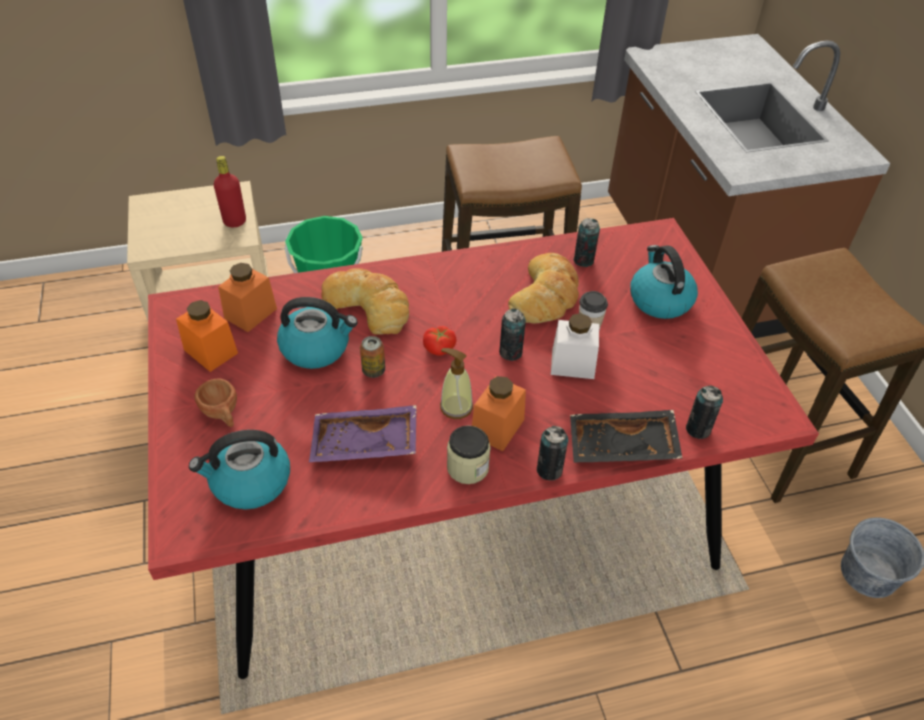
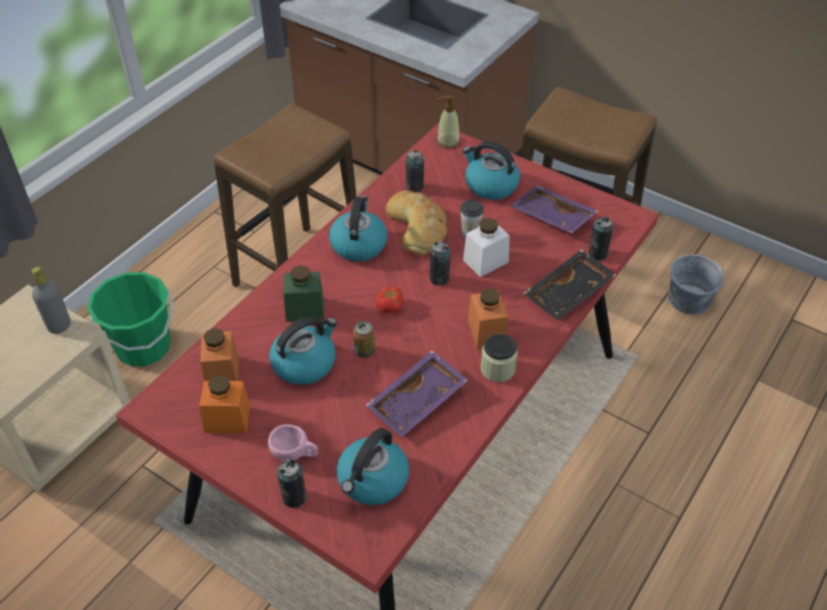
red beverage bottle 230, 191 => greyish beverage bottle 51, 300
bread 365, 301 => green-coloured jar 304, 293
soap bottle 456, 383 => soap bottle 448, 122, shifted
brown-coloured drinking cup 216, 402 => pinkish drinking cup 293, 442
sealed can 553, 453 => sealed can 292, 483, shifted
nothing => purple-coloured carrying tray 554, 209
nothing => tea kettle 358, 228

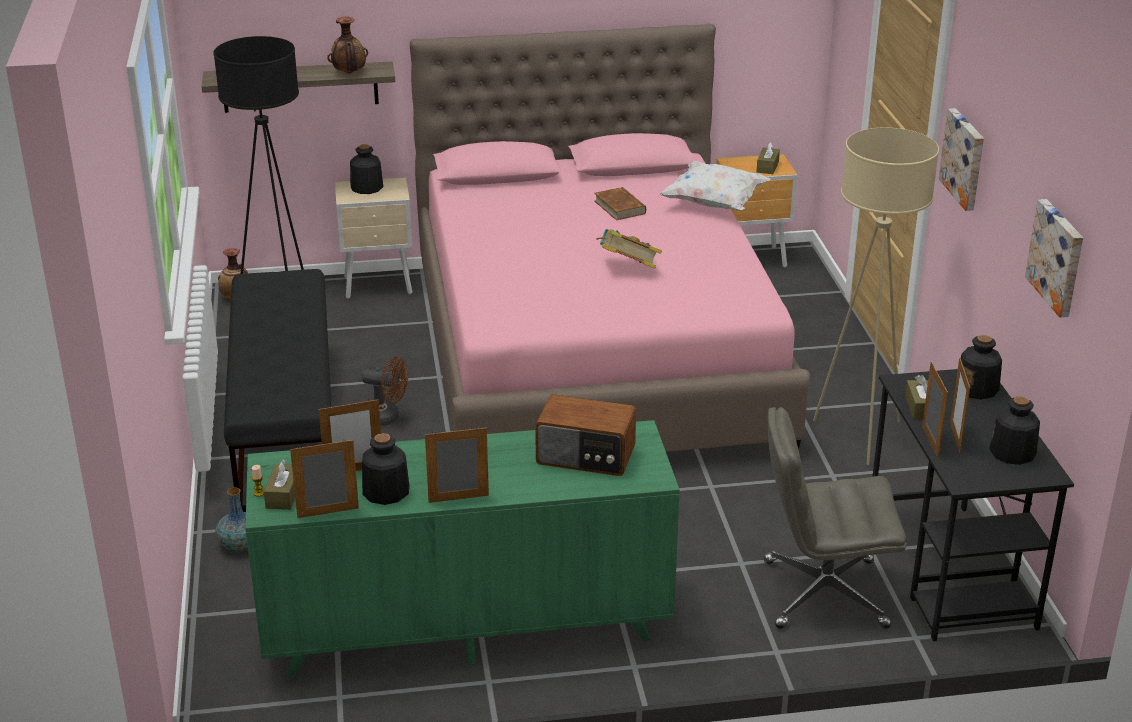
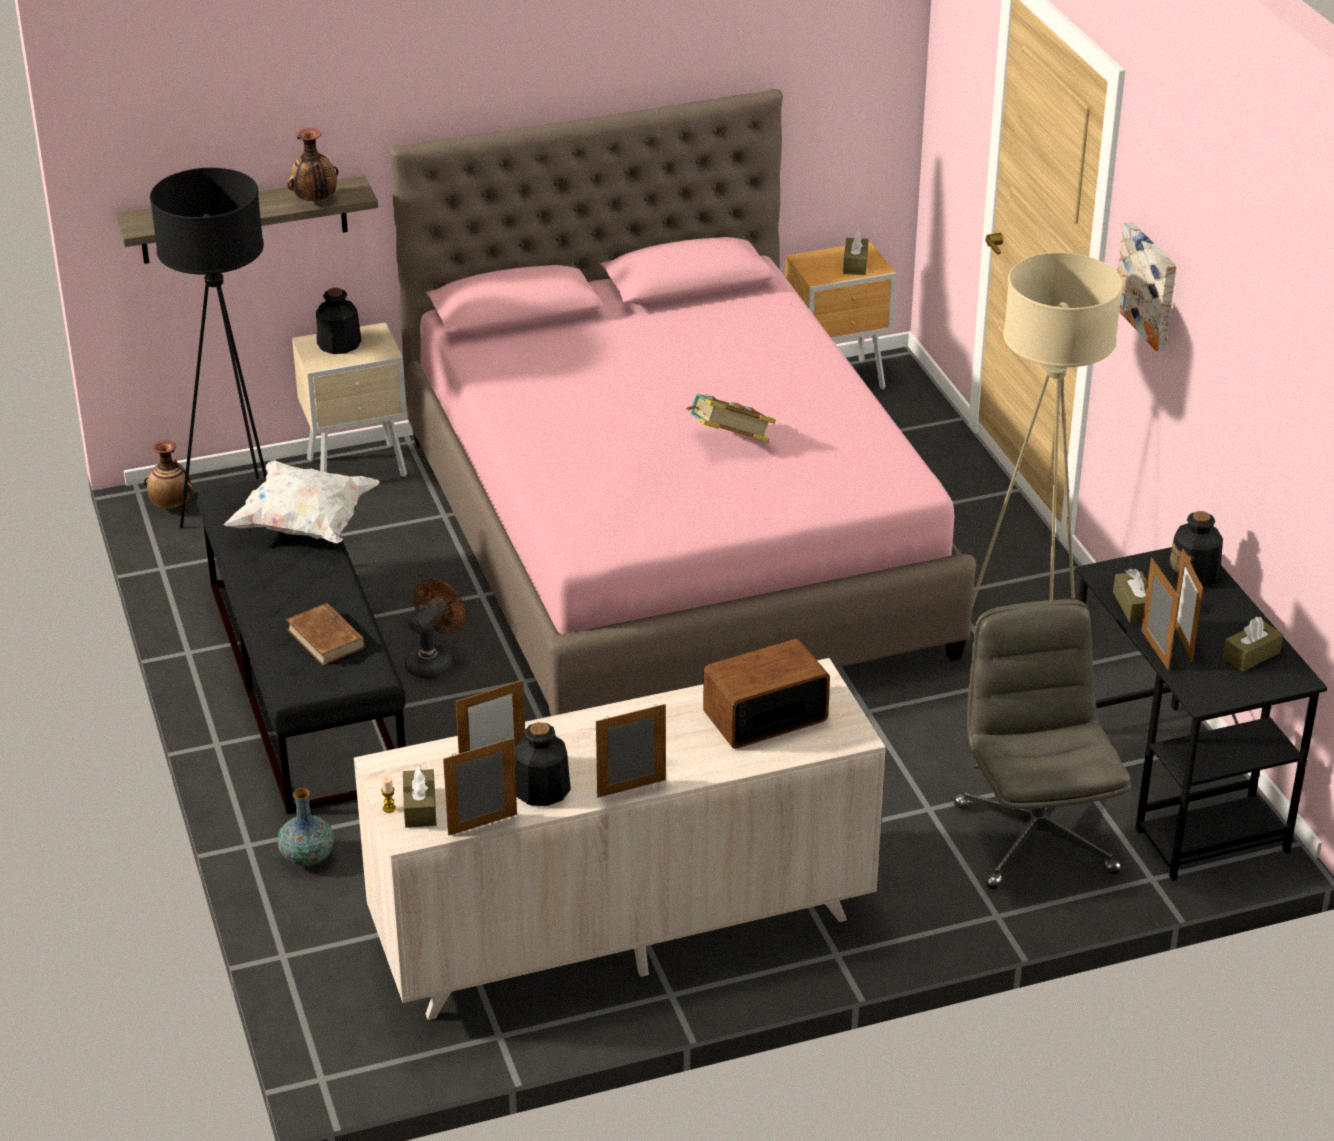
whitish pillow 714, 186 => whitish pillow 302, 502, shifted
brown-coloured book 620, 203 => brown-coloured book 325, 634, shifted
wall picture 1054, 258 => nothing
brown-coloured cooling fan 385, 391 => brown-coloured cooling fan 435, 628, 60 degrees counterclockwise
radio set 585, 435 => radio set 766, 694, 150 degrees clockwise
beverage bottle 1014, 430 => brown-coloured tissue box 1253, 644
greyish desk chair 835, 518 => greyish desk chair 1042, 744, 90 degrees clockwise
green-coloured dresser 462, 548 => sand-coloured dresser 620, 839

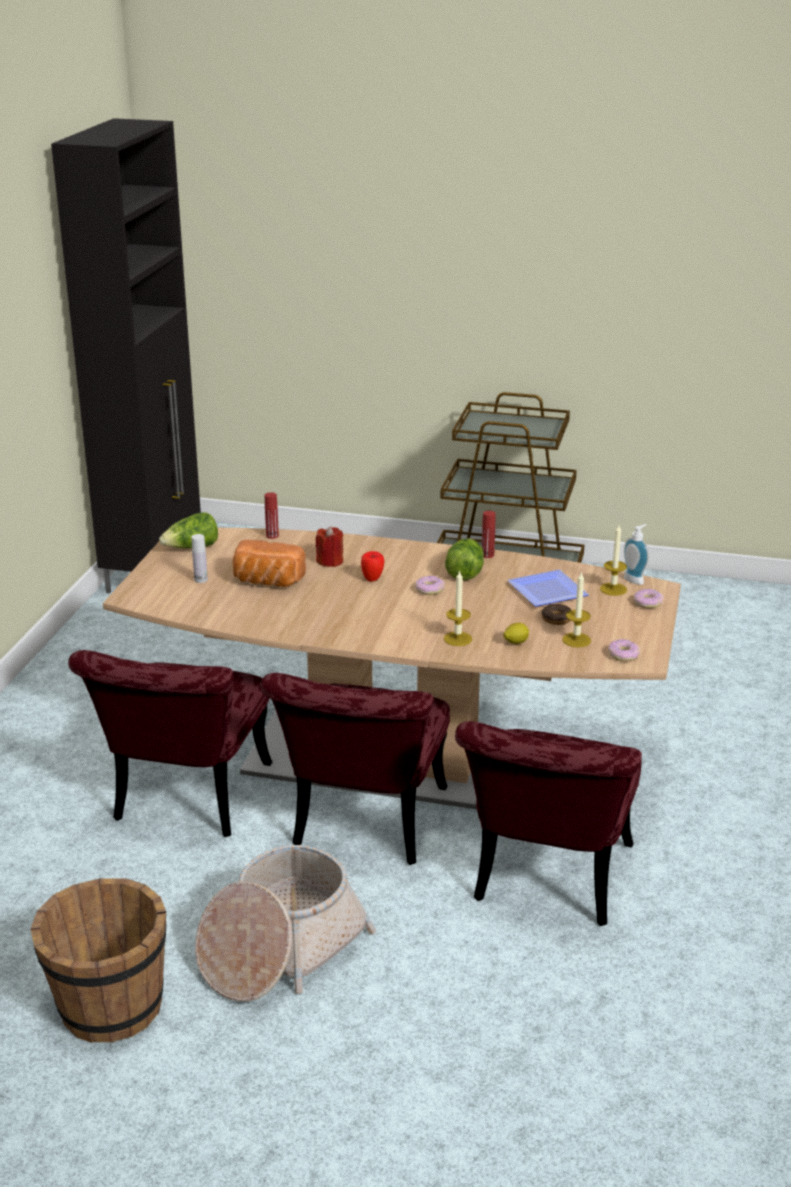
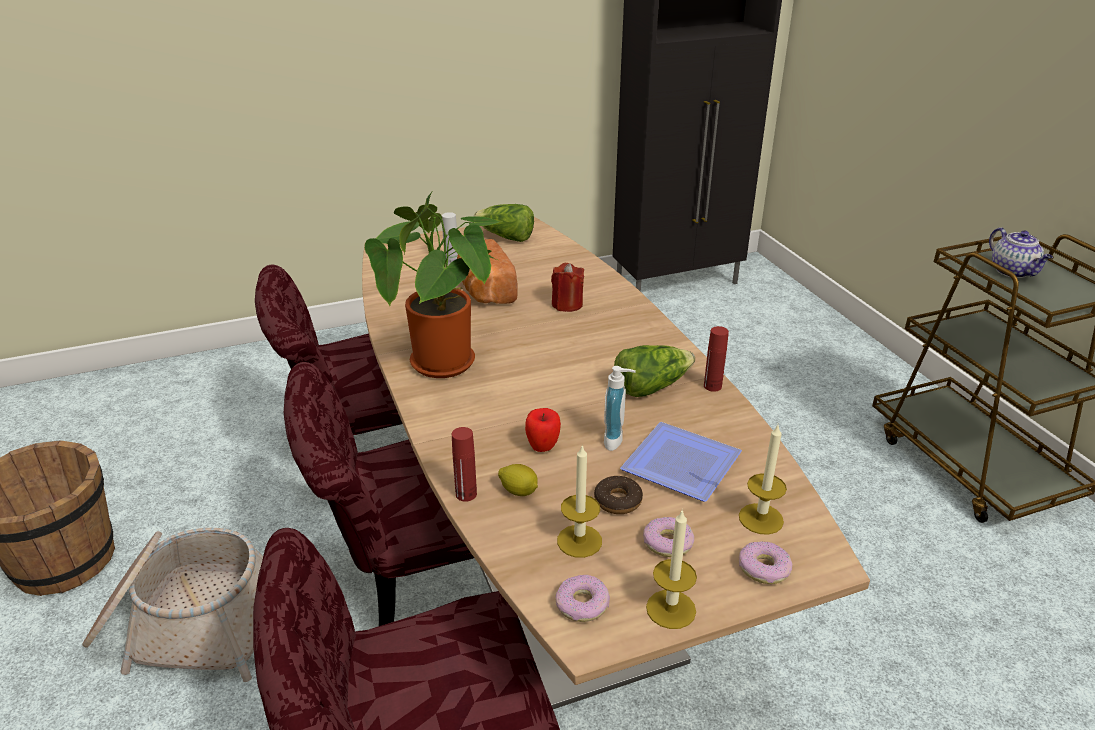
red beverage bottle 272, 515 => red beverage bottle 464, 464, shifted
soap bottle 636, 554 => soap bottle 620, 408, shifted
whole apple 372, 566 => whole apple 543, 430, shifted
candle 458, 608 => candle 671, 569, shifted
doughnut 430, 585 => doughnut 668, 537, shifted
nothing => plant in a pot 434, 284
nothing => teapot 1021, 252

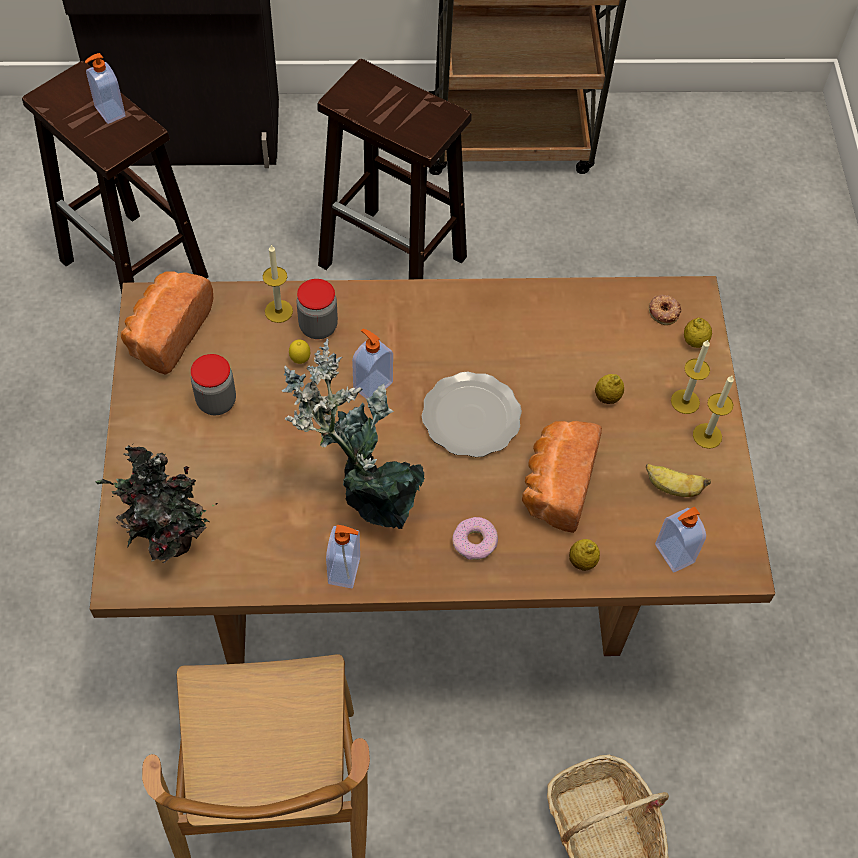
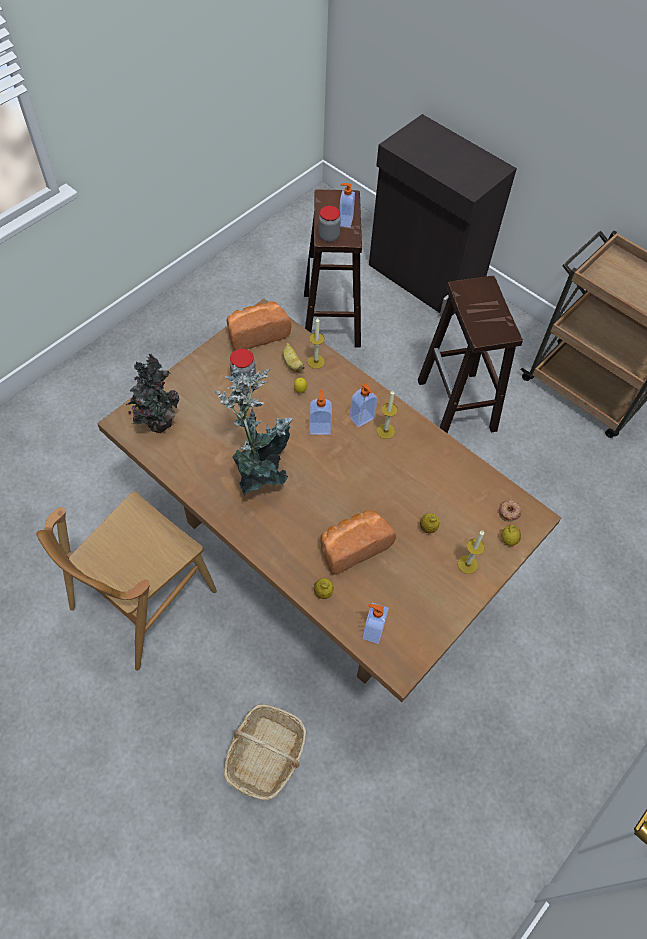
jar 317, 309 => jar 329, 224, shifted
dinner plate 471, 414 => nothing
candle 713, 412 => candle 387, 414, shifted
whole banana 678, 480 => whole banana 294, 357, shifted
doughnut 475, 538 => nothing
soap bottle 343, 556 => soap bottle 363, 405, shifted

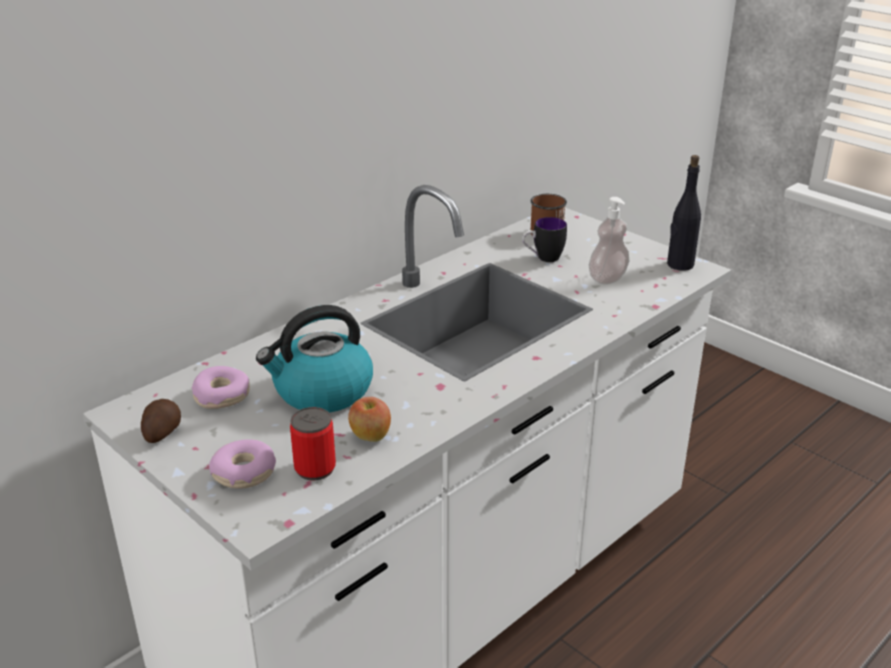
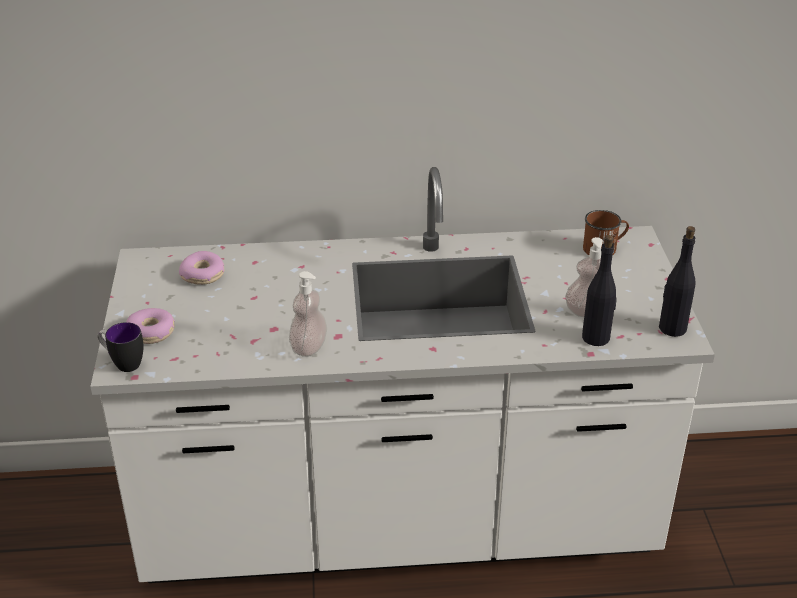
mug 544, 239 => mug 120, 347, shifted
tea kettle 314, 359 => nothing
whole apple 369, 419 => nothing
whole potato 161, 421 => nothing
sealed can 313, 443 => nothing
nothing => blackish beverage bottle 599, 290
nothing => soap bottle 308, 314

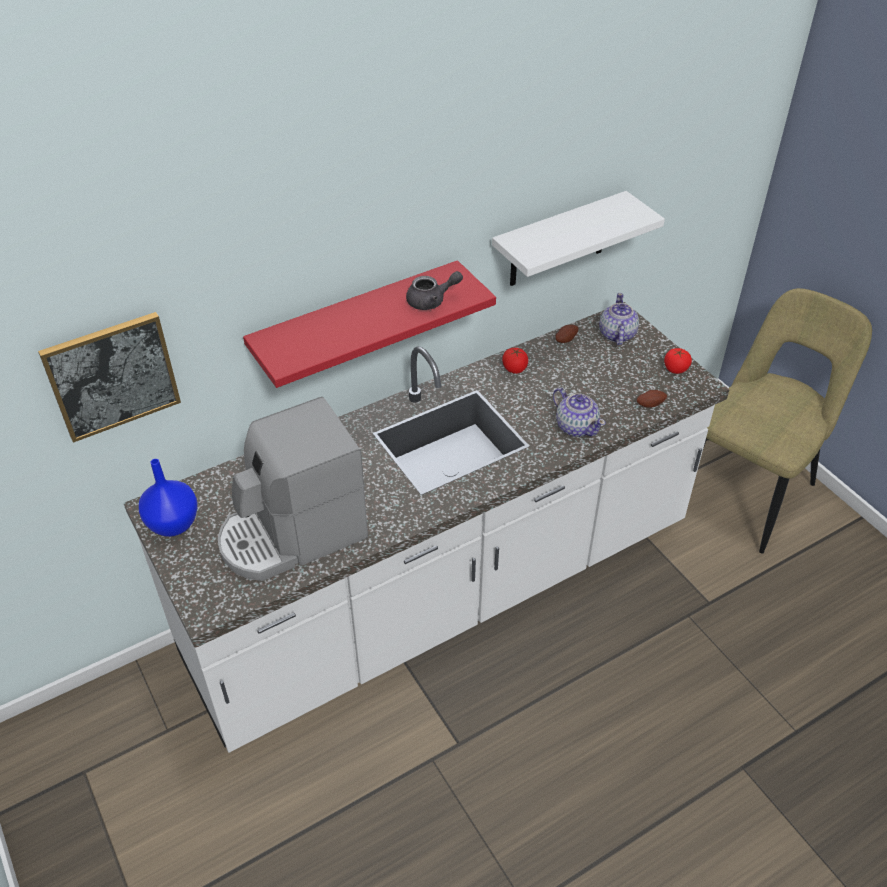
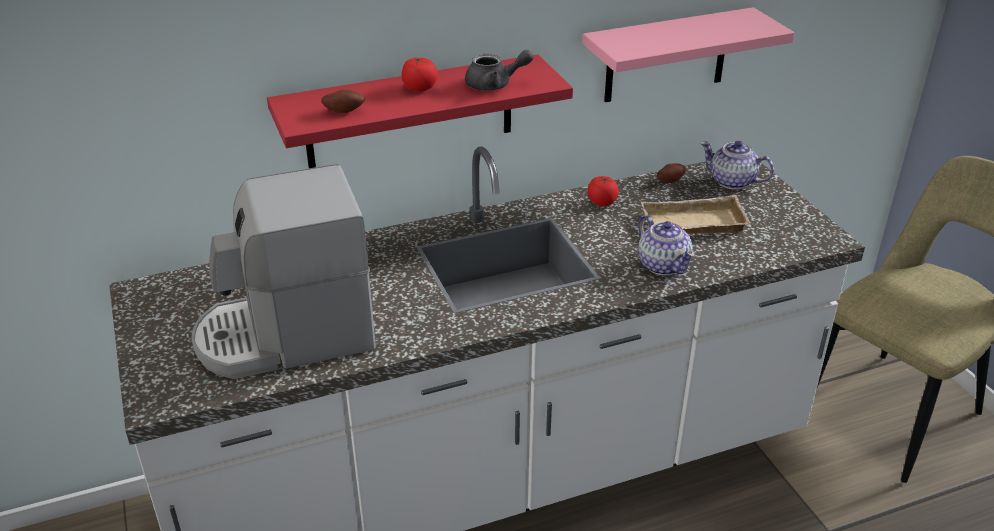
whitish wall shelf 578, 238 => pinkish wall shelf 688, 54
teapot 619, 319 => teapot 737, 165, 75 degrees counterclockwise
wall picture 109, 377 => nothing
whole tomato 678, 361 => whole tomato 420, 74, shifted
whole potato 652, 399 => whole potato 343, 101, shifted
bluish vase 168, 498 => nothing
nothing => sand-coloured carrying tray 695, 214

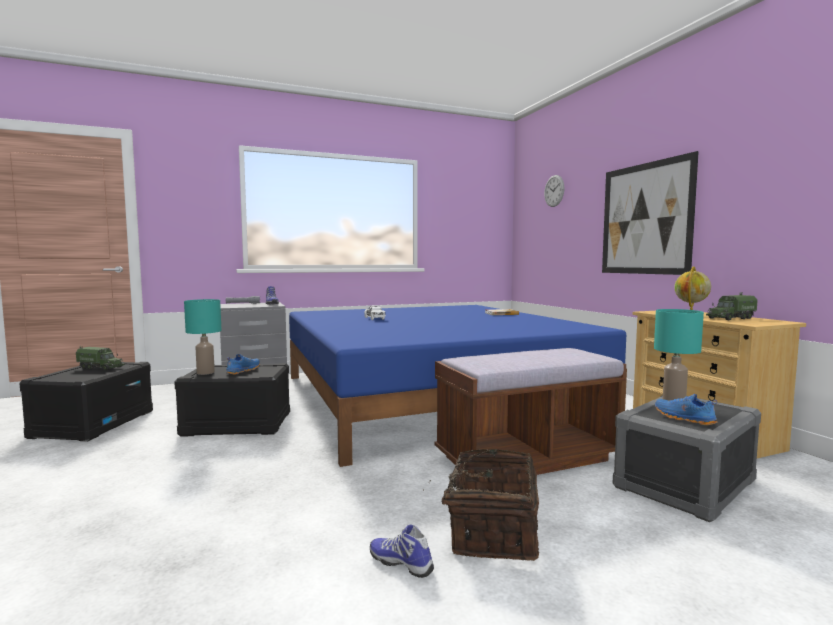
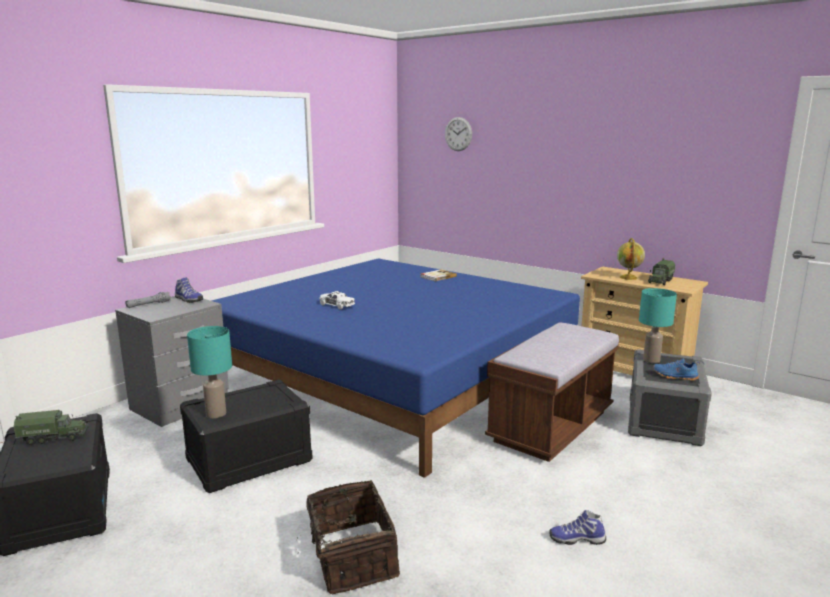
wall picture 650, 213 => nothing
bluish item of footwear 243, 364 => nothing
storage basket 481, 505 => storage basket 348, 537, shifted

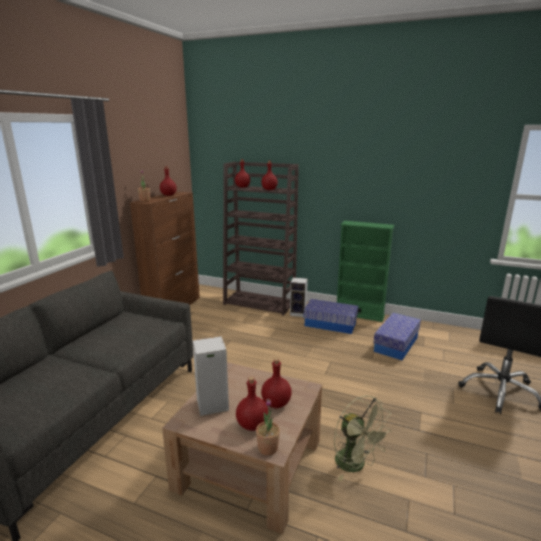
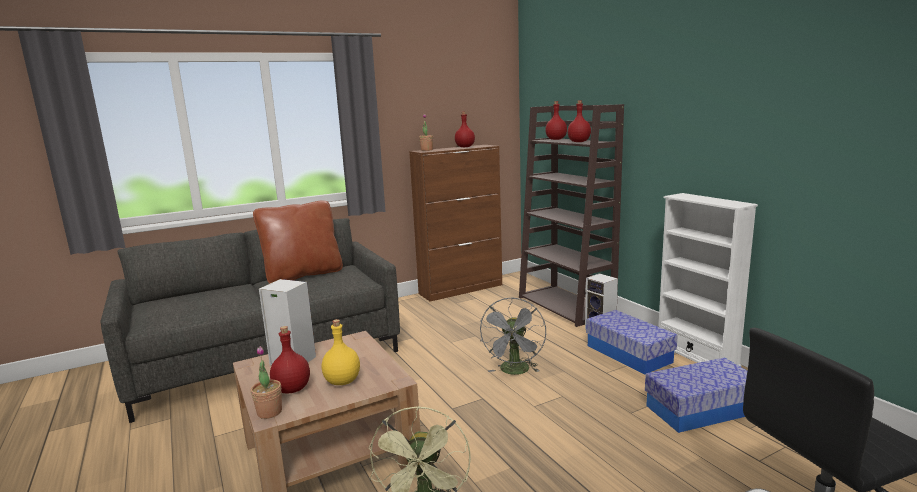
green-coloured bookcase 365, 271 => whitish bookcase 708, 280
red beverage bottle 276, 383 => yellow beverage bottle 341, 352
nothing => brown-coloured pillow 298, 242
nothing => greyish cooling fan 513, 336

